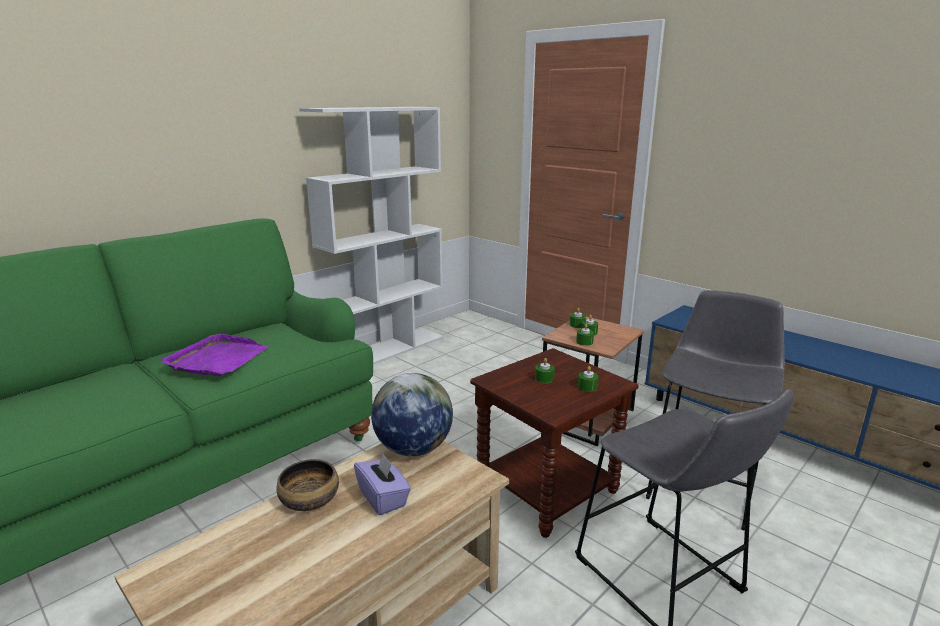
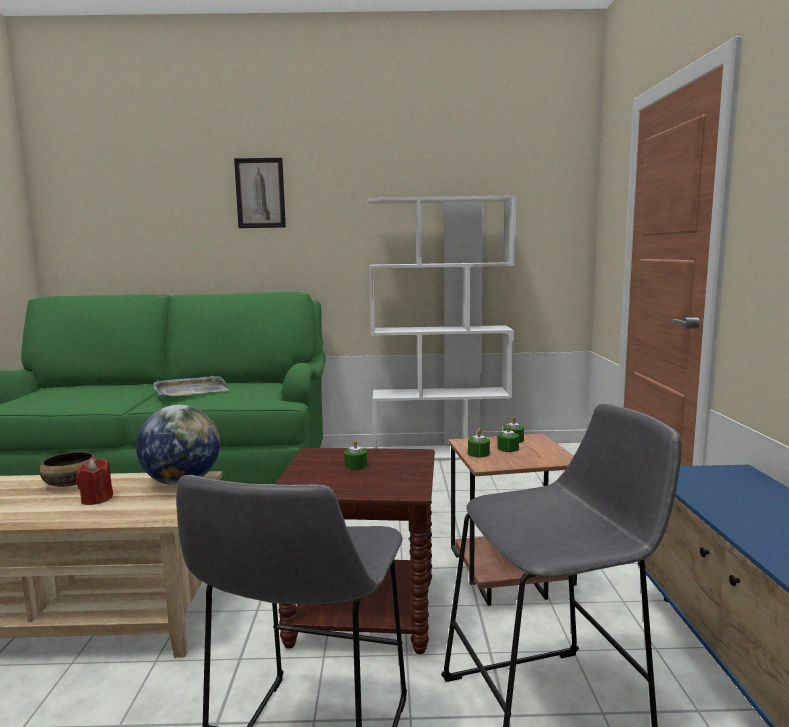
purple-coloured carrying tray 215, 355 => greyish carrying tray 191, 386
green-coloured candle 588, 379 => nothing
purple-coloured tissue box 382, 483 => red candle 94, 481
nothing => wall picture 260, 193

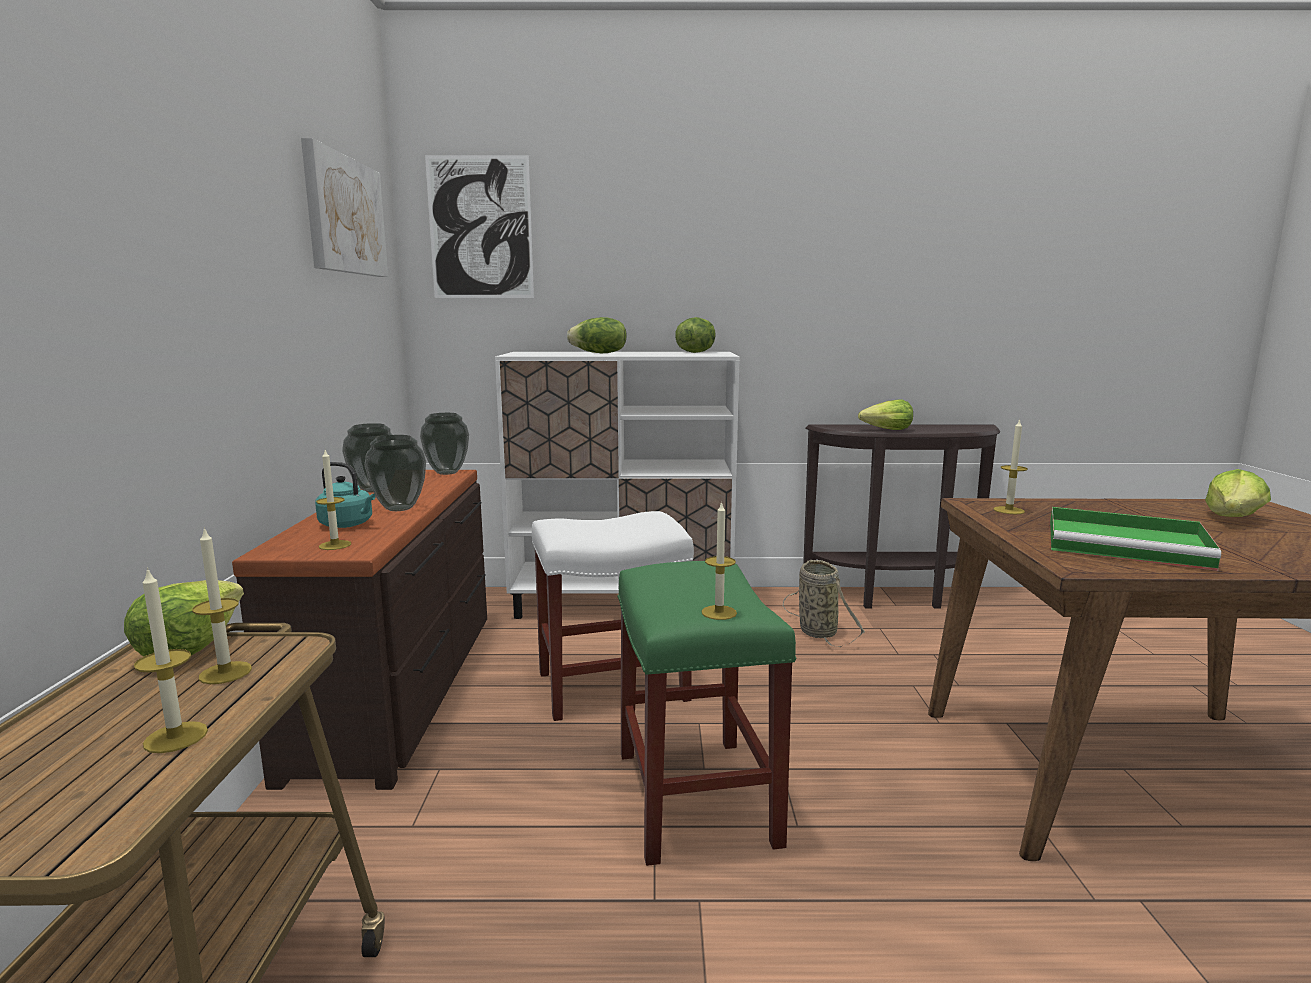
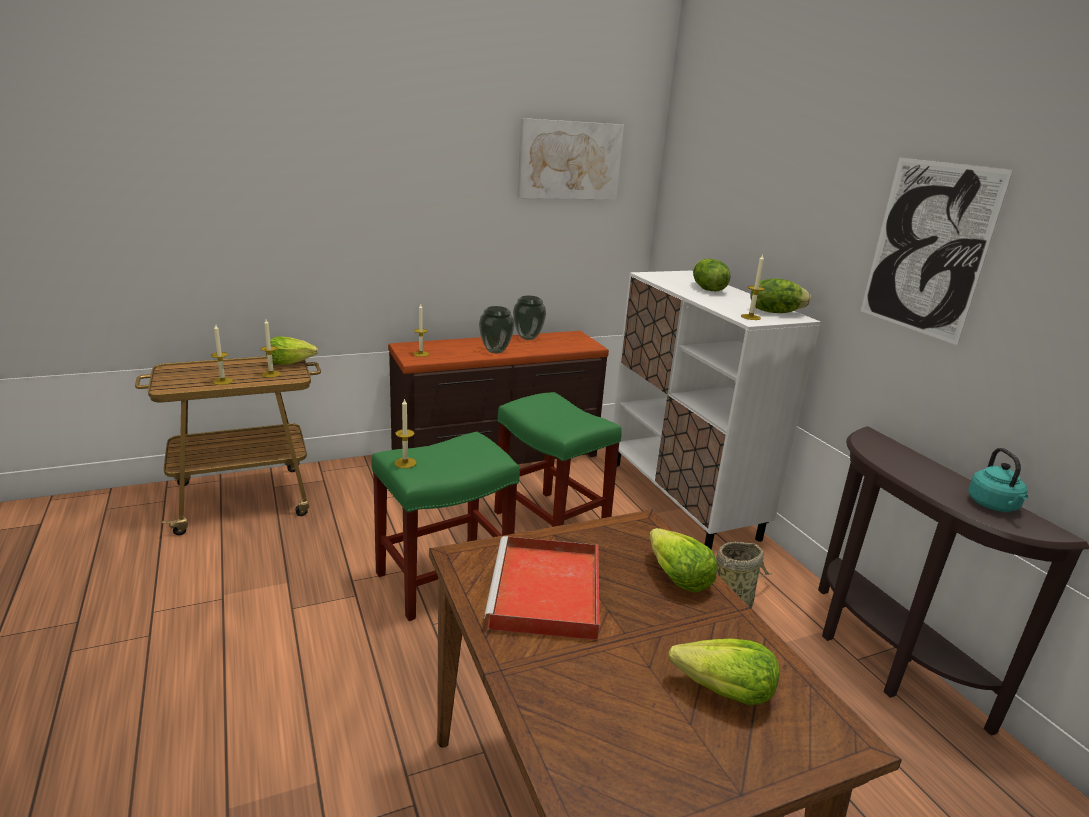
wall picture 479, 226 => wall picture 937, 251, shifted
lettuce head 885, 415 => lettuce head 683, 560, shifted
vase 444, 444 => nothing
candle 1011, 466 => candle 753, 287, shifted
blue-green tea kettle 345, 495 => blue-green tea kettle 998, 480, shifted
green-coloured carrying tray 1136, 539 => red carrying tray 542, 588
whitish stool seat 613, 616 => green-coloured stool seat 558, 459

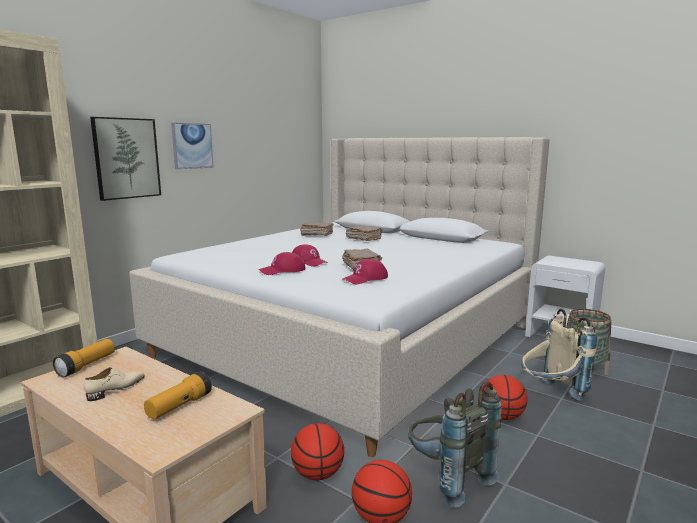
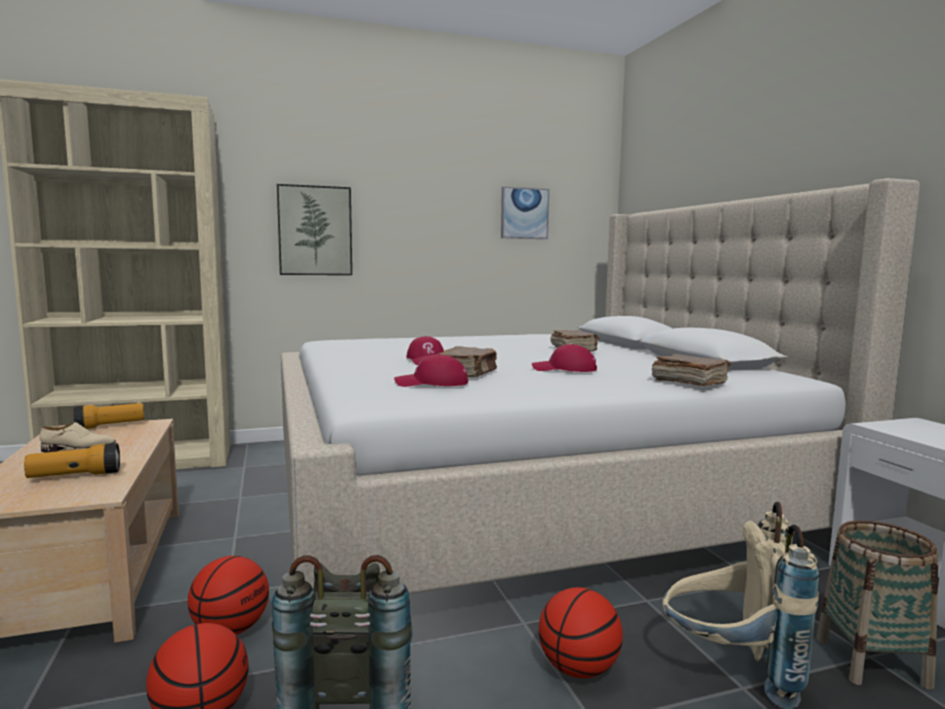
wall picture 192, 146 => wall picture 525, 213, shifted
brown-coloured book 316, 229 => brown-coloured book 691, 370, shifted
red baseball cap 282, 263 => red baseball cap 564, 358, shifted

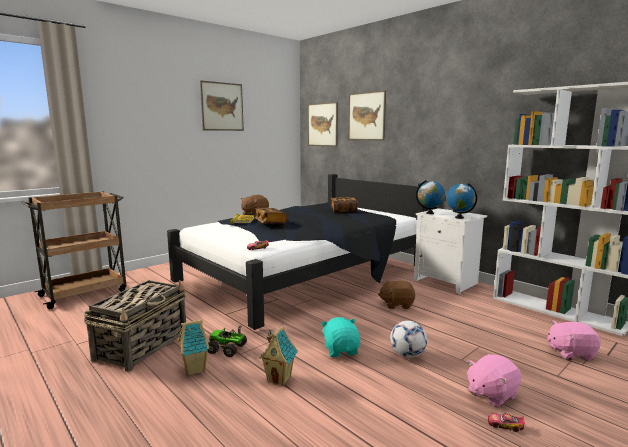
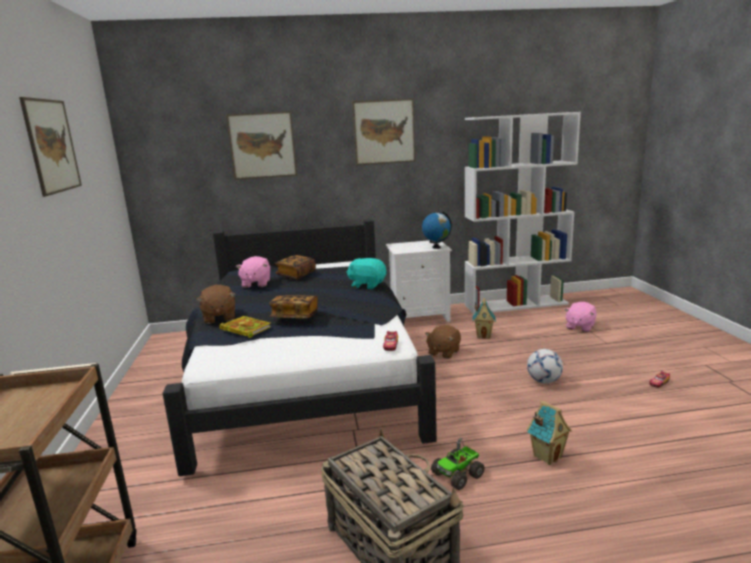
wall picture 323, 124 => wall picture 384, 132, shifted
desk globe 430, 197 => nothing
blue-green plush toy 340, 337 => blue-green plush toy 366, 273, shifted
miniature house 193, 348 => miniature house 484, 318, shifted
pinkish plush toy 494, 381 => pinkish plush toy 253, 272, shifted

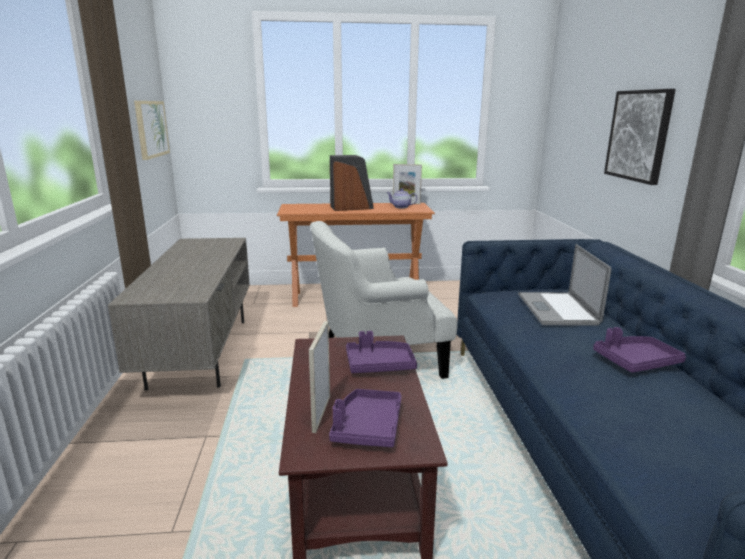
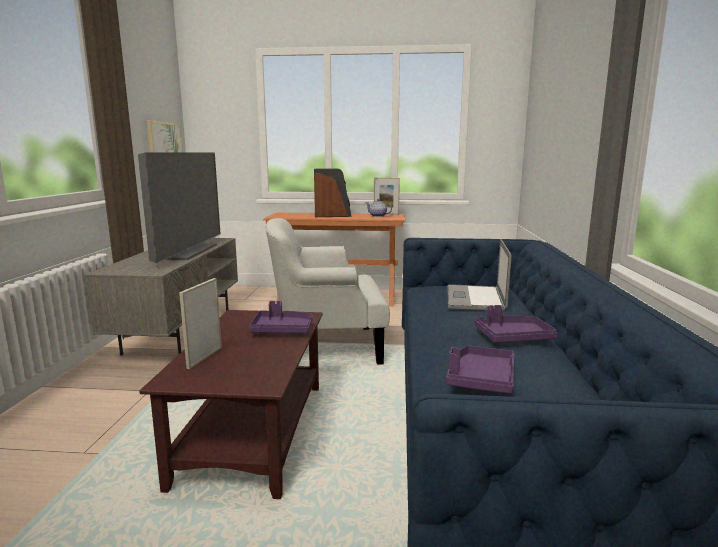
wall picture 640, 137 => nothing
purple-coloured carrying tray 365, 418 => purple-coloured carrying tray 480, 369, shifted
nothing => television 179, 207

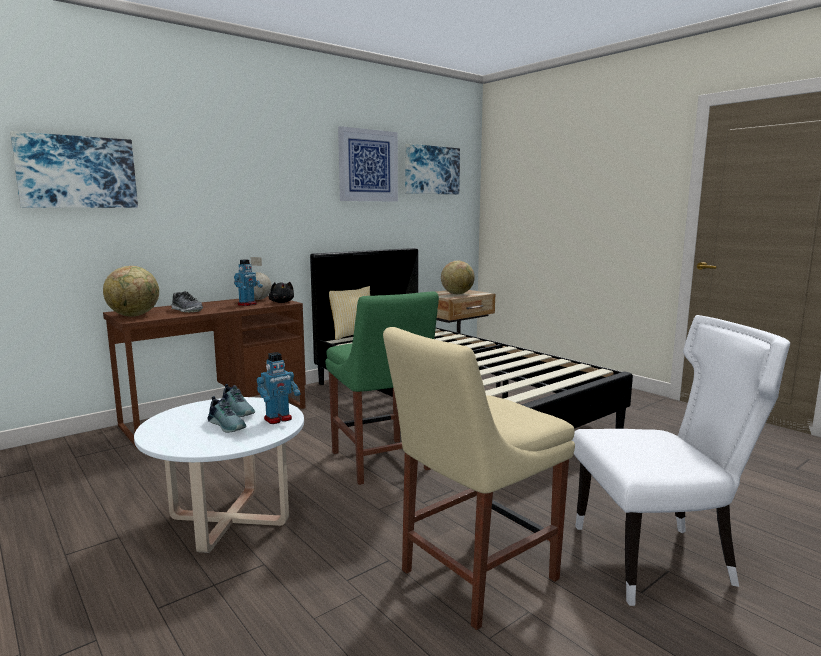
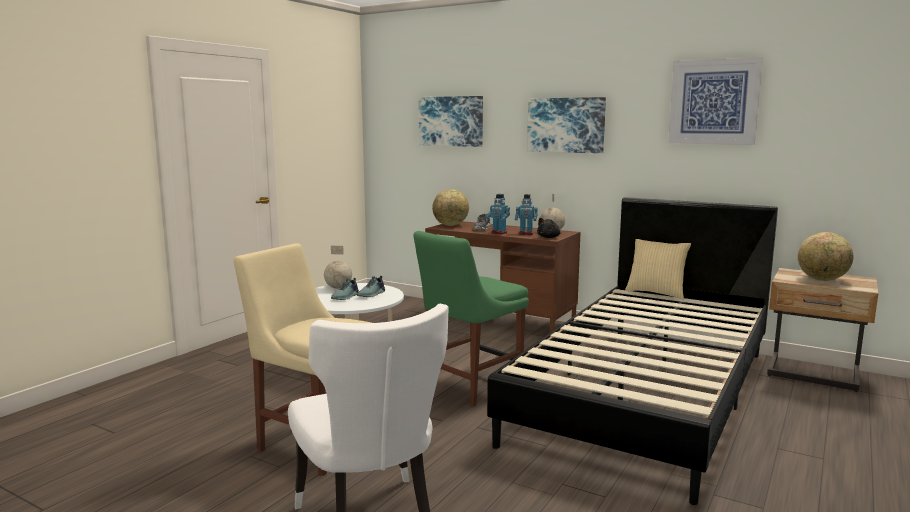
wall picture 432, 169 => wall picture 566, 125, shifted
toy robot 279, 388 => toy robot 498, 214, shifted
nothing => desk globe 338, 267

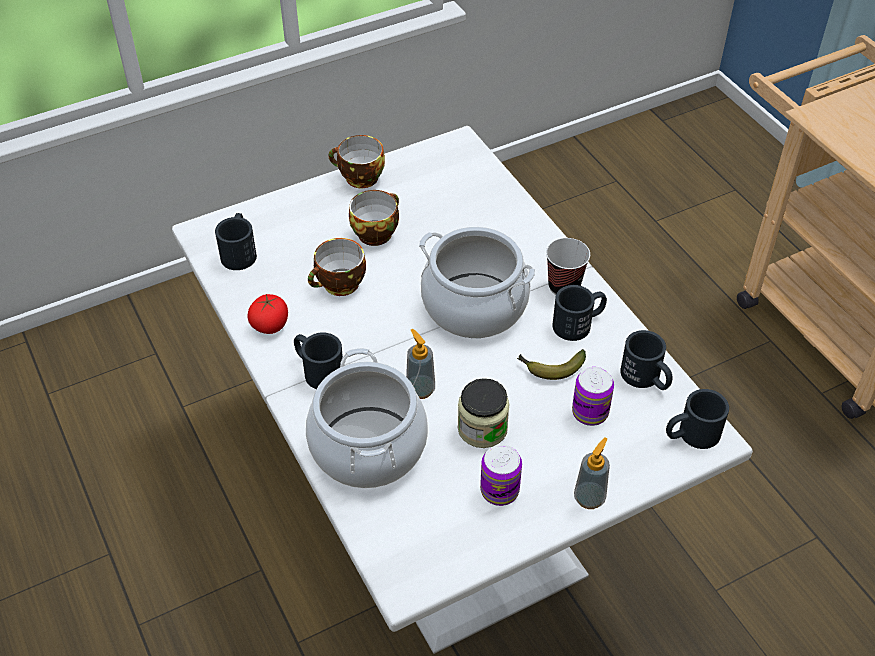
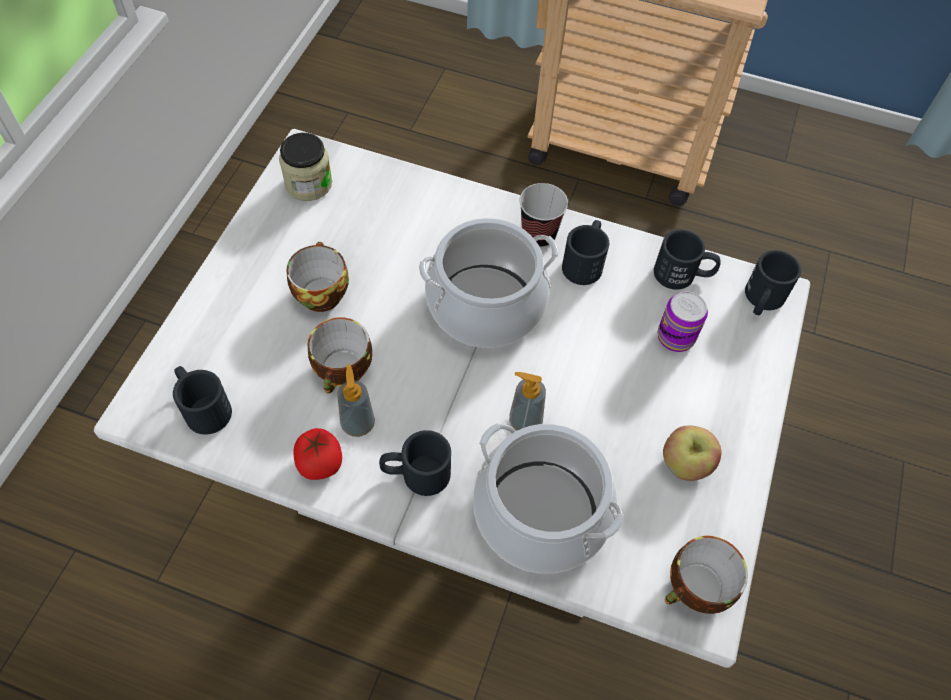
drinking cup 356, 161 => drinking cup 706, 575, shifted
whole banana 551, 364 => nothing
jar 484, 413 => jar 305, 167, shifted
soap bottle 592, 473 => soap bottle 356, 400, shifted
sealed can 501, 475 => whole apple 692, 453

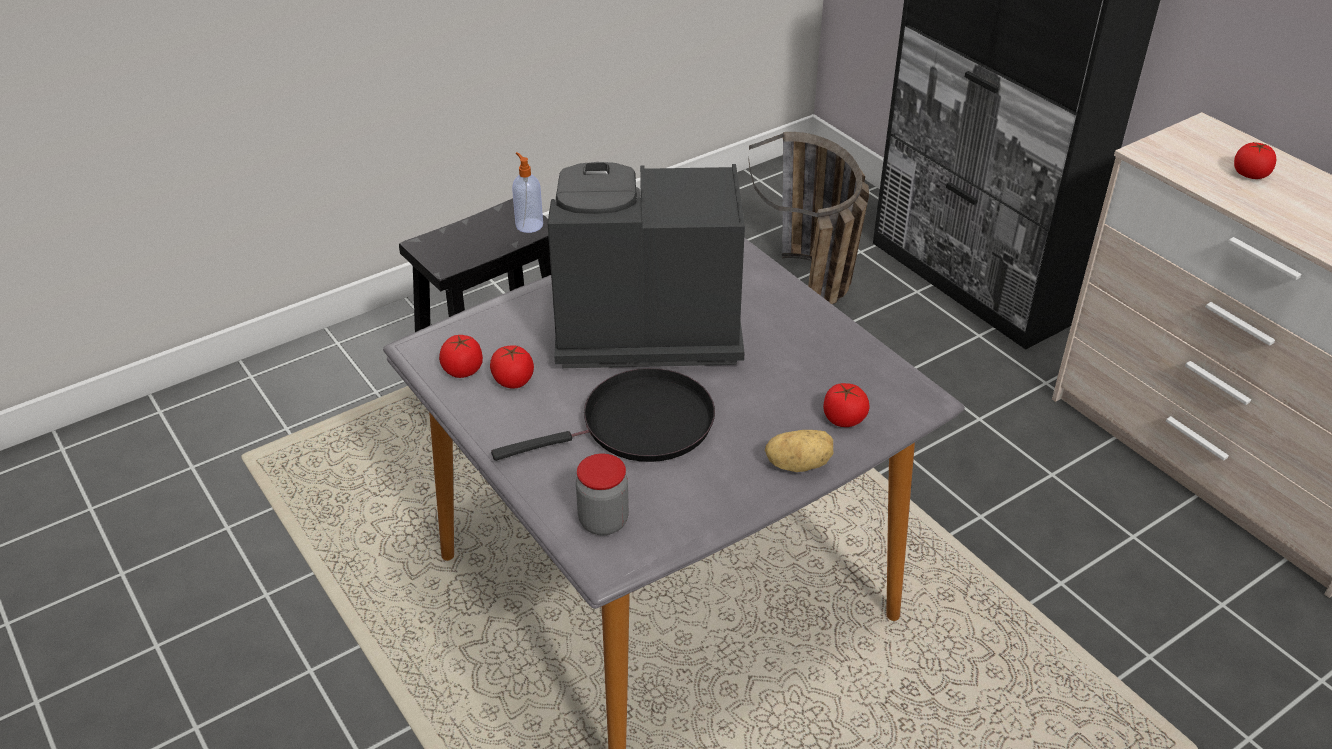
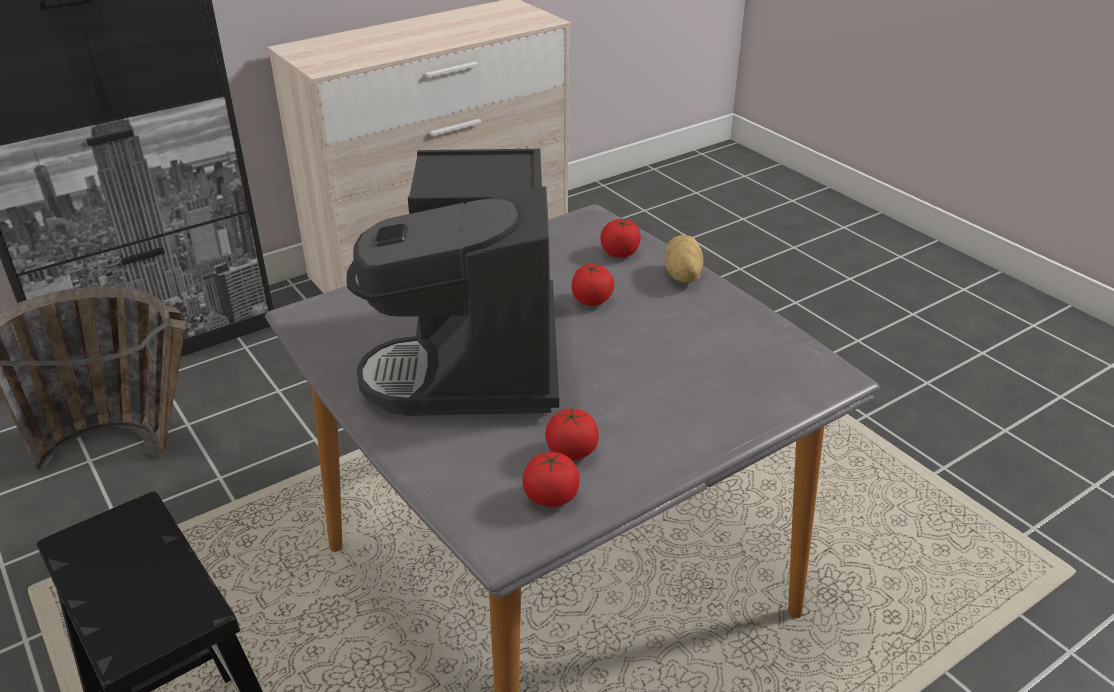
whole tomato 1255, 160 => whole tomato 593, 285, shifted
soap bottle 527, 192 => nothing
blackish pan 603, 415 => nothing
jar 602, 494 => nothing

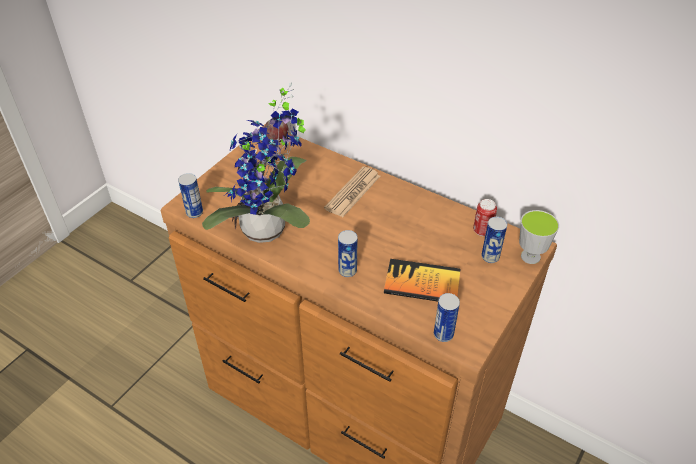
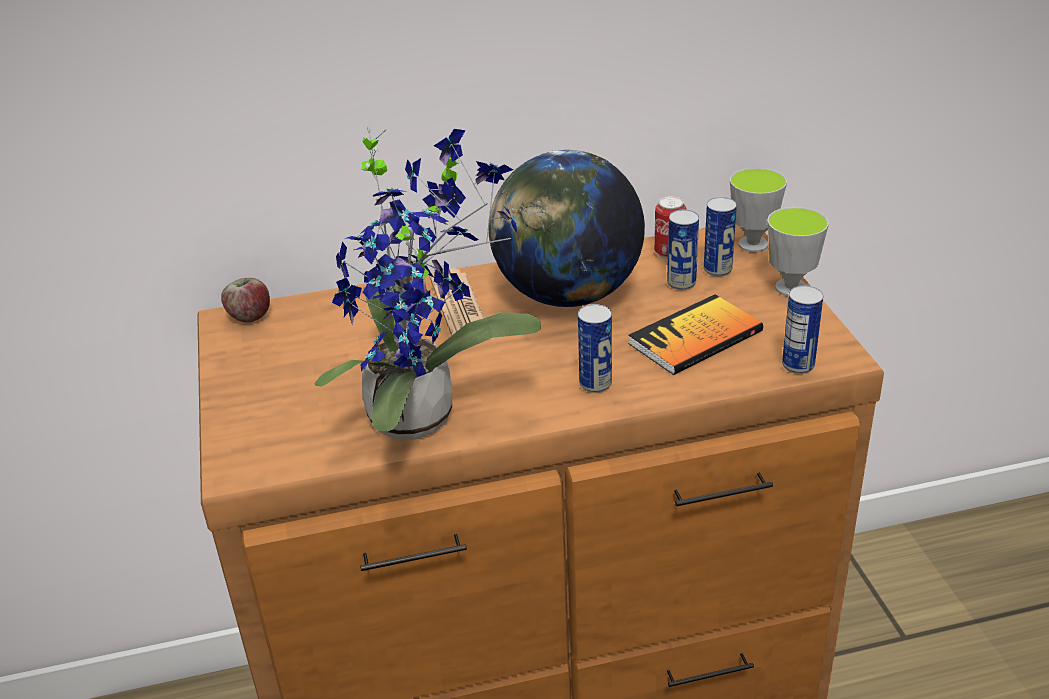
sealed can 190, 195 => sealed can 683, 250, shifted
nothing => desk globe 567, 228
nothing => drinking cup 798, 251

